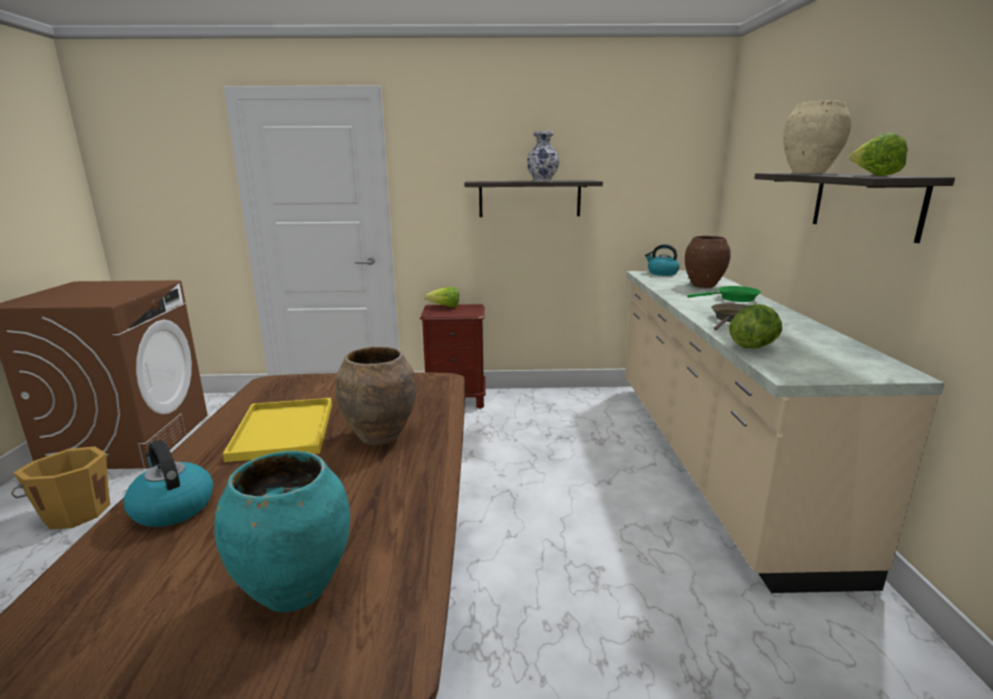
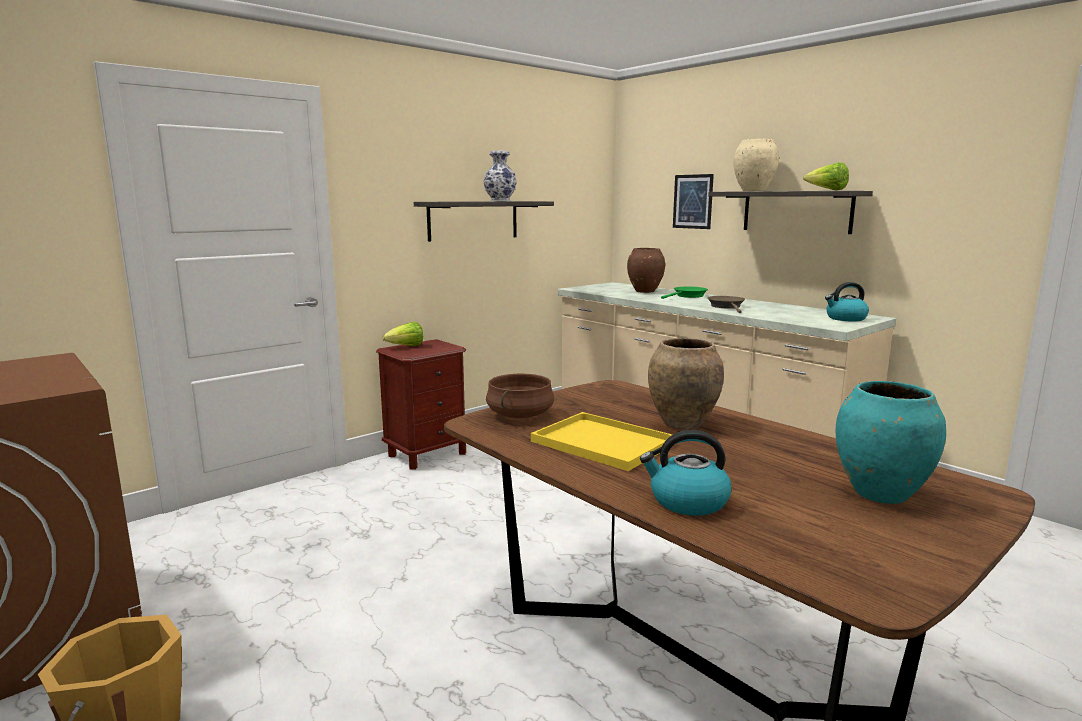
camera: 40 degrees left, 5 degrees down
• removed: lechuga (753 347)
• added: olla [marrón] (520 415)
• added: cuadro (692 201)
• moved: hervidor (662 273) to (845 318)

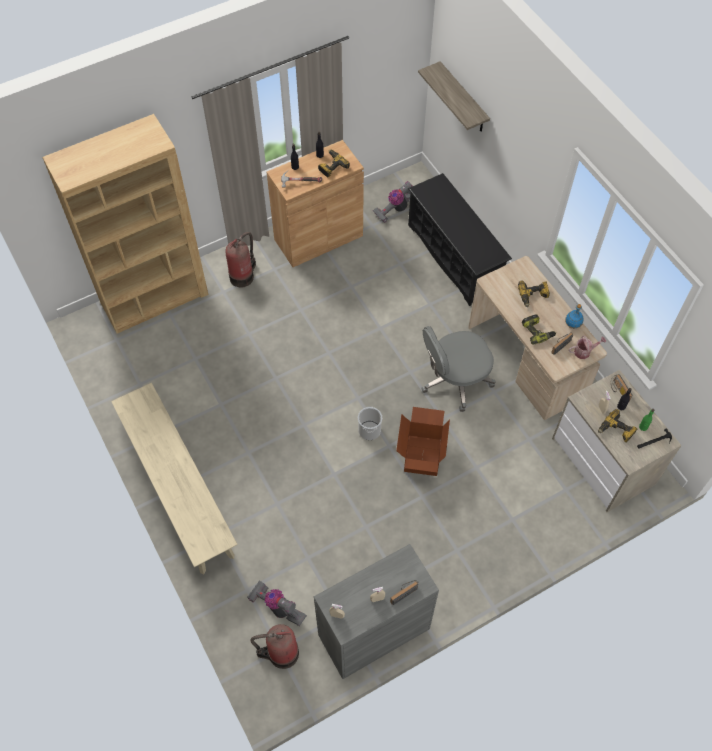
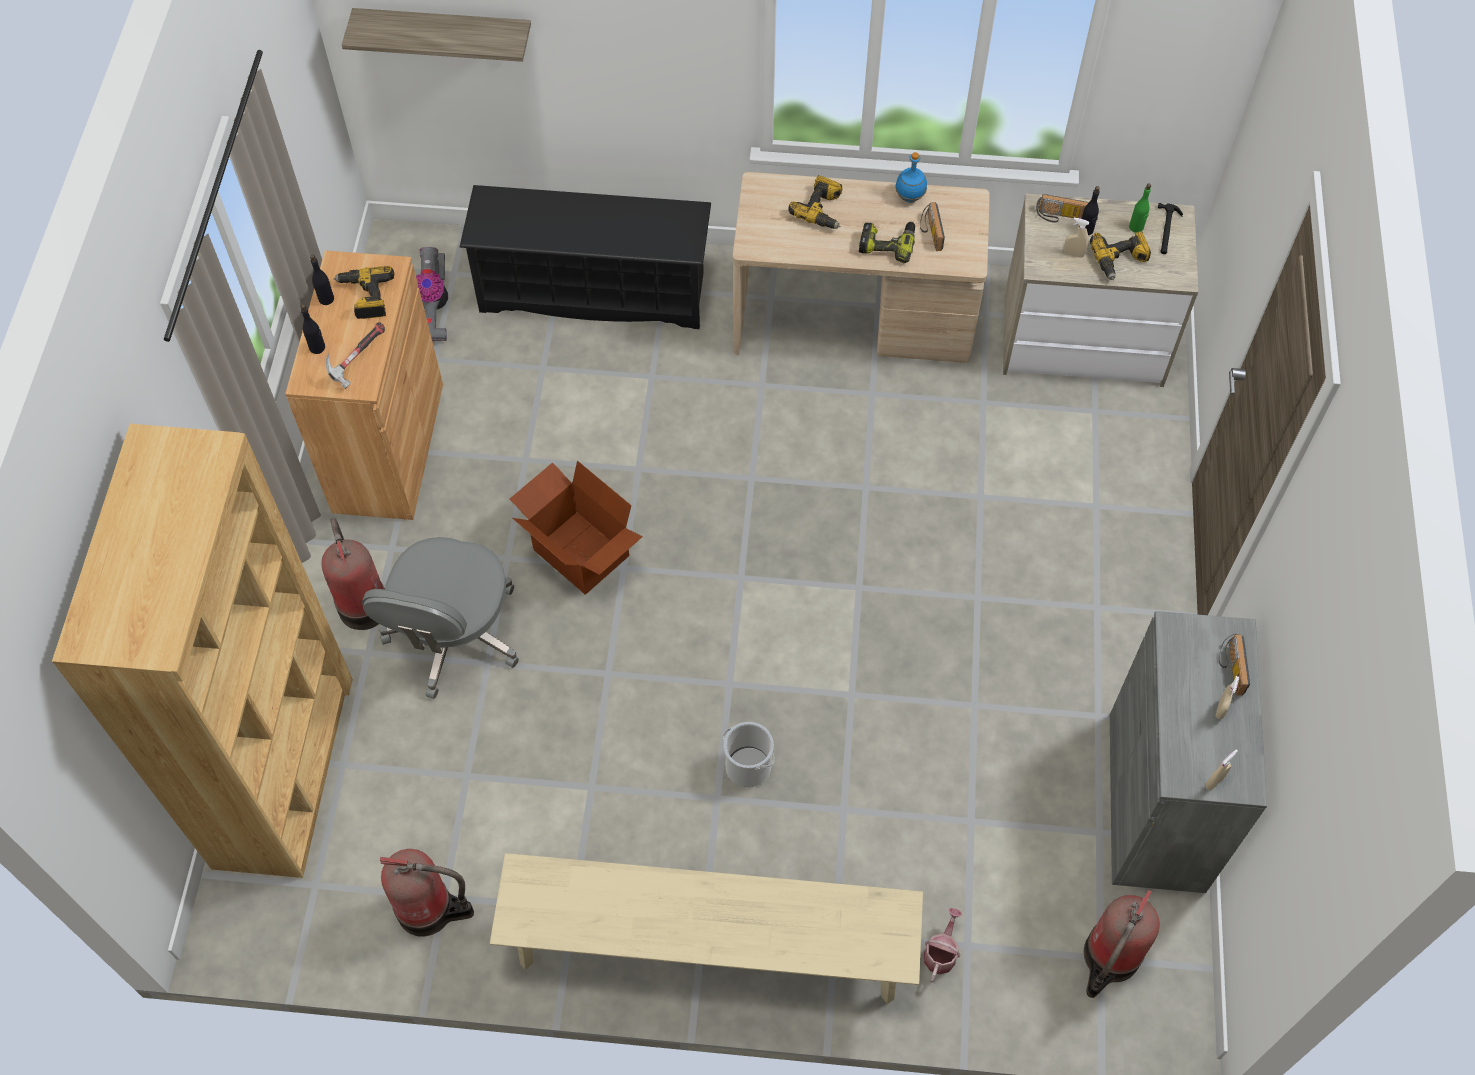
camera: 55 degrees left, 0 degrees up
• removed: aspiradora (277 607)
• added: extintor (430 909)
• moved: cubo (369 430) to (748 766)
• moved: caja de cartón (421 455) to (579 554)
• moved: silla de oficina [gris] (455 380) to (453 636)
• moved: regadera (584 351) to (941 953)

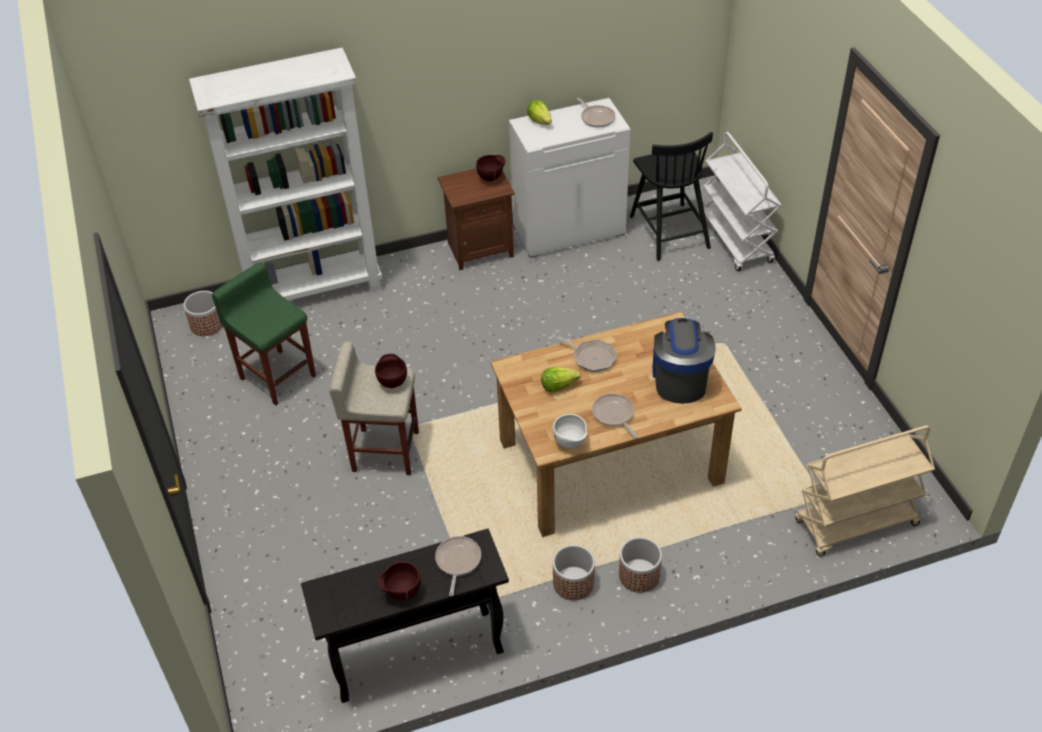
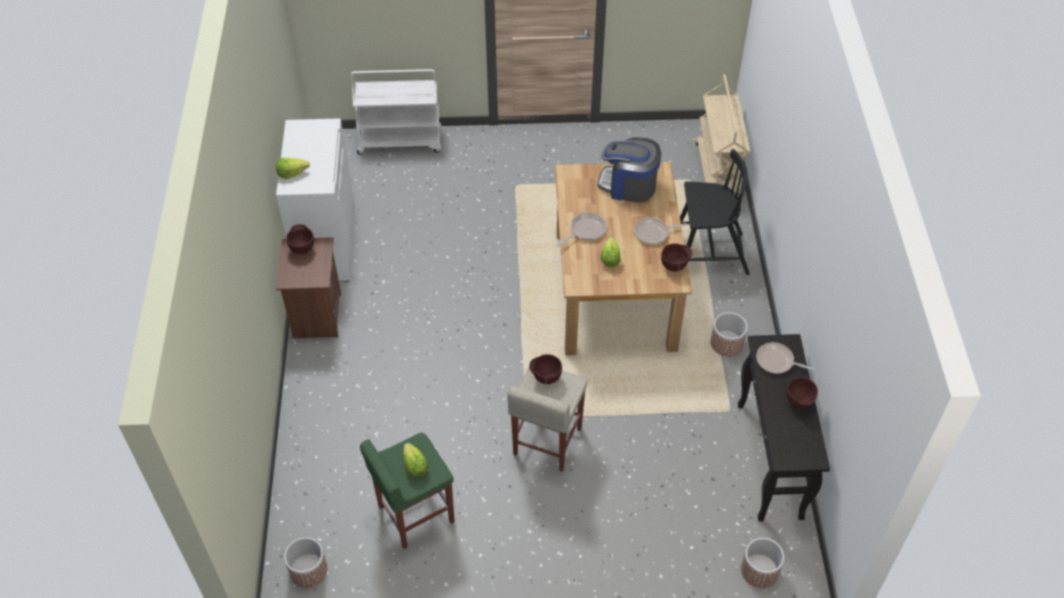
camera: 75 degrees left, 5 degrees up
• removed: estantería [blanco] (315 289)
• removed: sartén (596 118)
• added: lechuga (415 466)
• moved: maceta (638 575) to (759 571)
• moved: silla [negro] (669 231) to (708 254)
• recoloured: cuenco [blanco] (570 444) to cuenco [marrón] (675 266)

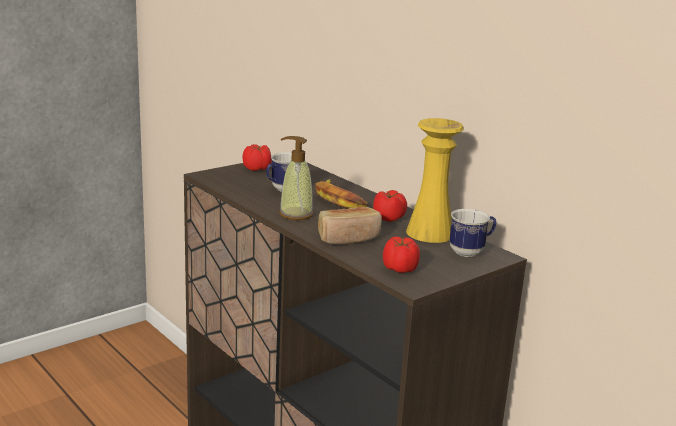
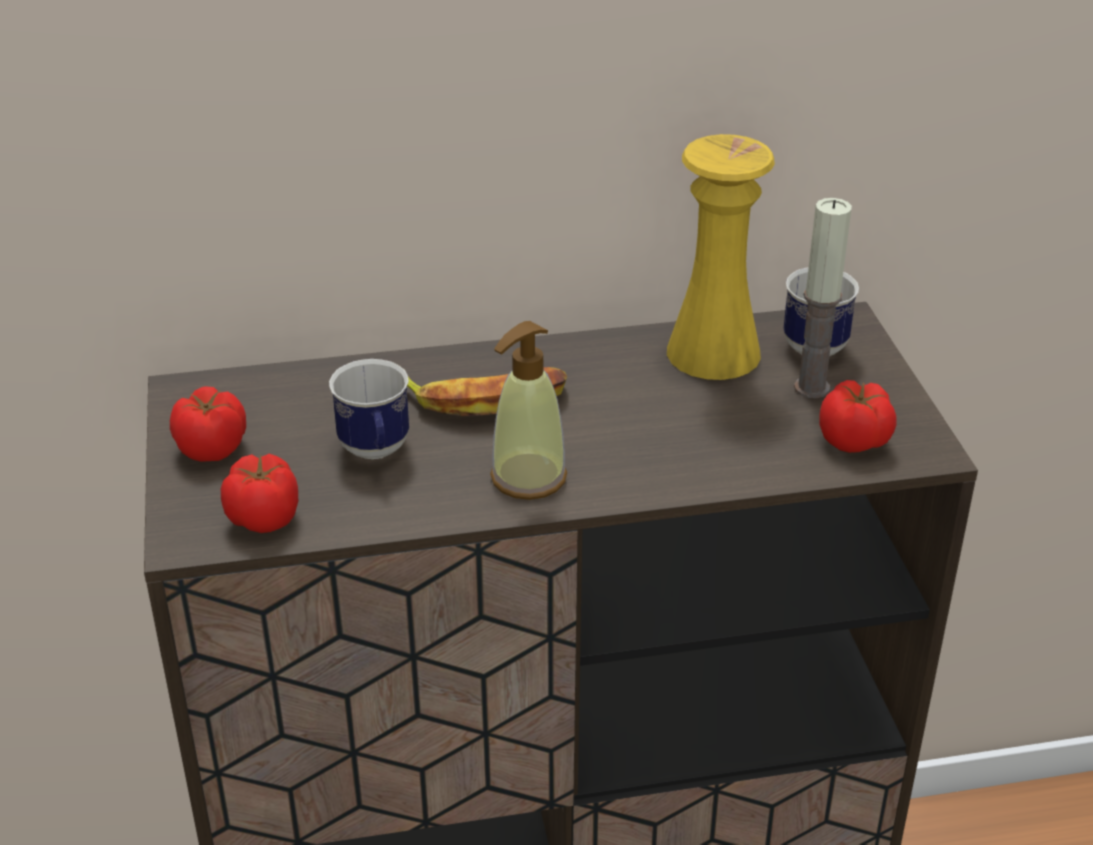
camera: 60 degrees left, 15 degrees up
• removed: pan (349 238)
• added: vela (812 388)
• moved: tomate (389 218) to (265 517)

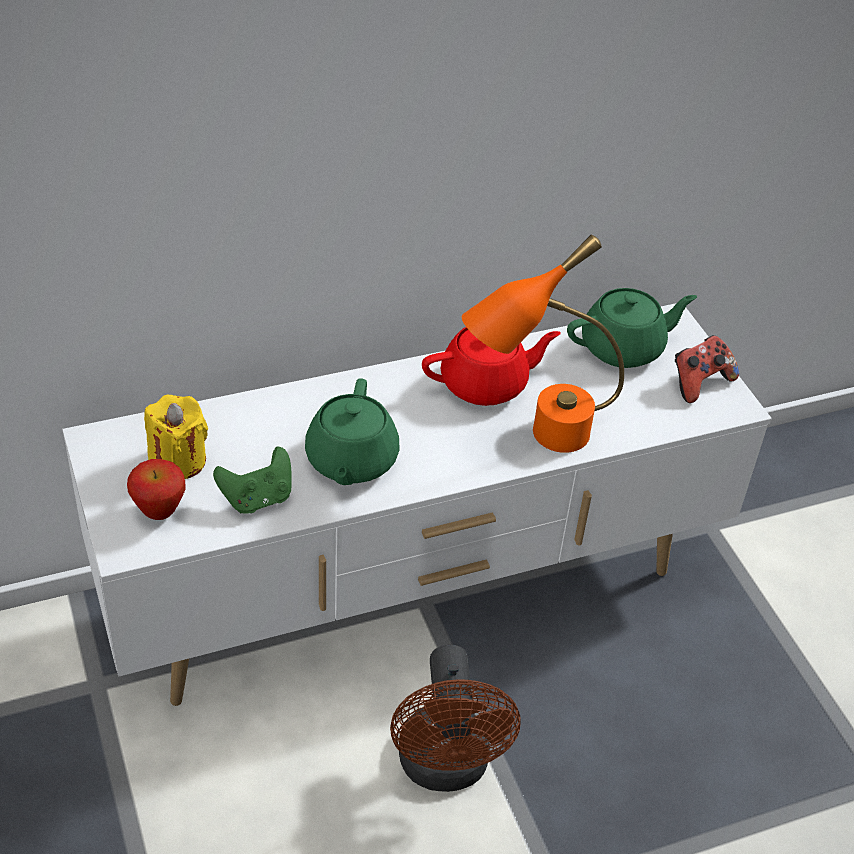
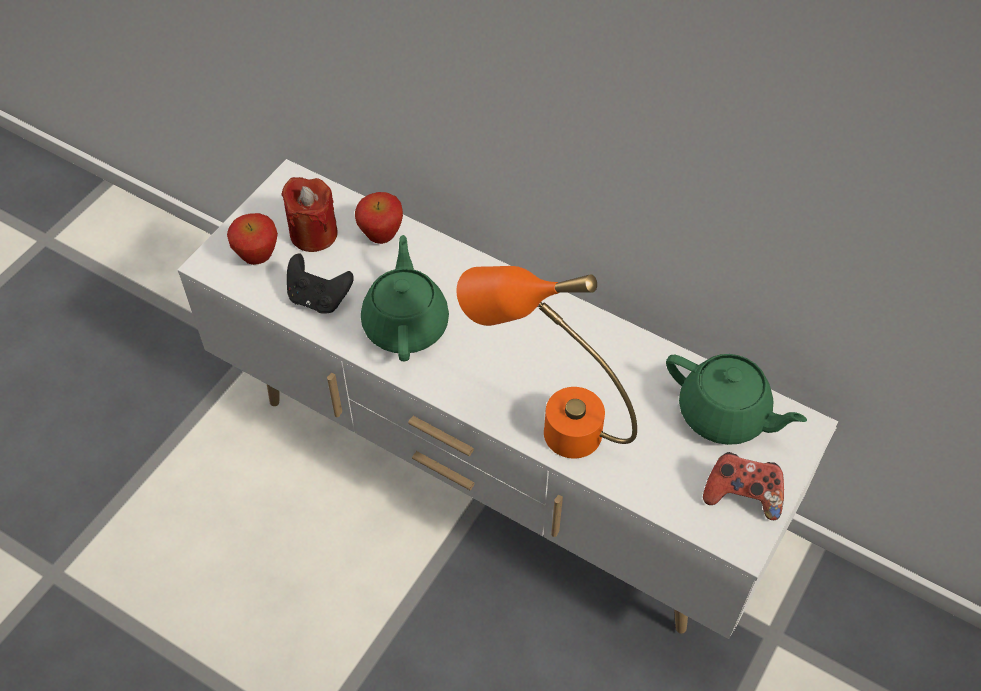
camera: 55 degrees right, 10 degrees up
• removed: ventilador [marrón] (445 768)
• removed: tetera [rojo] (485 384)
• added: manzana (381 237)
• recoloured: vela [amarillo] (178 460) to vela [rojo] (313 234)
• recoloured: mando de consola [verde] (257 498) to mando de consola [negro] (319 298)
• turned: tetera [verde] (351 461) = (406 324) 120 degrees clockwise

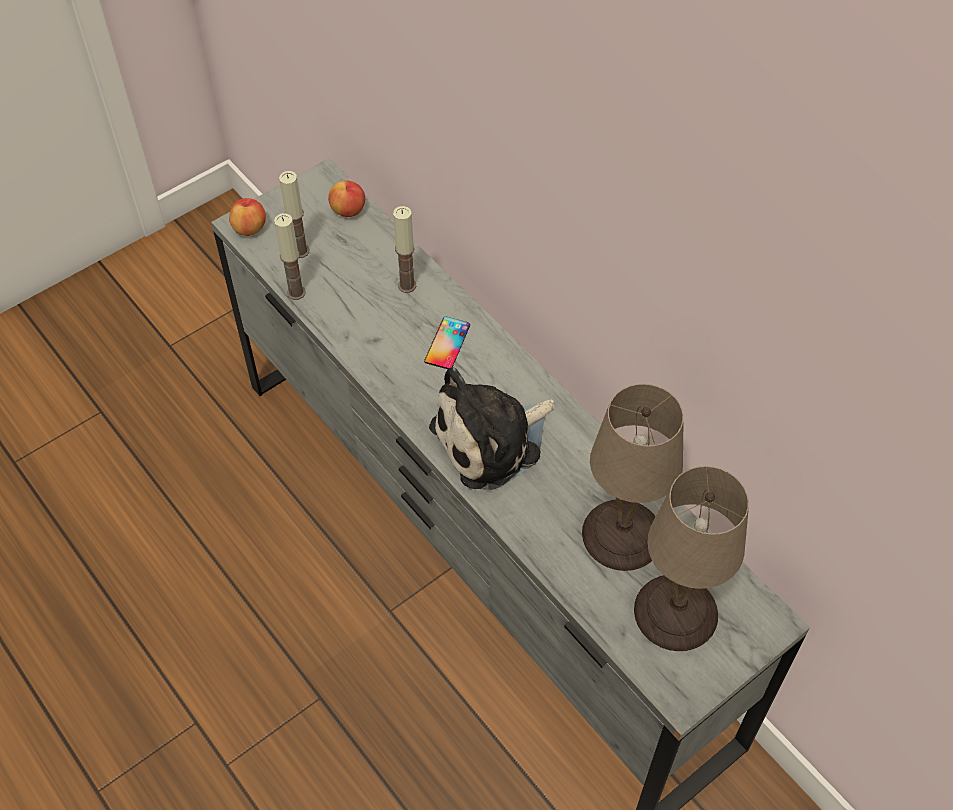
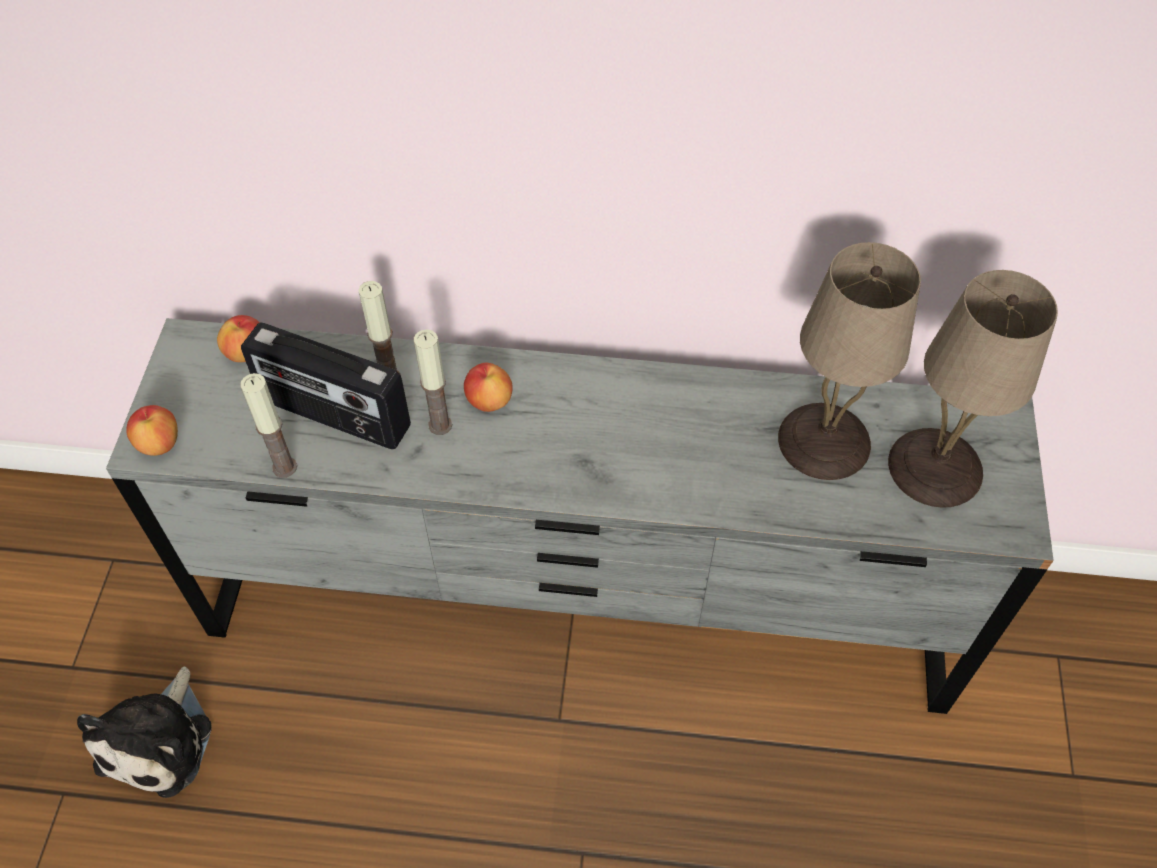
camera: 45 degrees left, 0 degrees up
• added: radio (334 415)
• moved: vela (300 251) to (440 425)
• moved: peluche (492 440) to (160 740)
• replaced: móvil (447 343) to manzana (489 400)

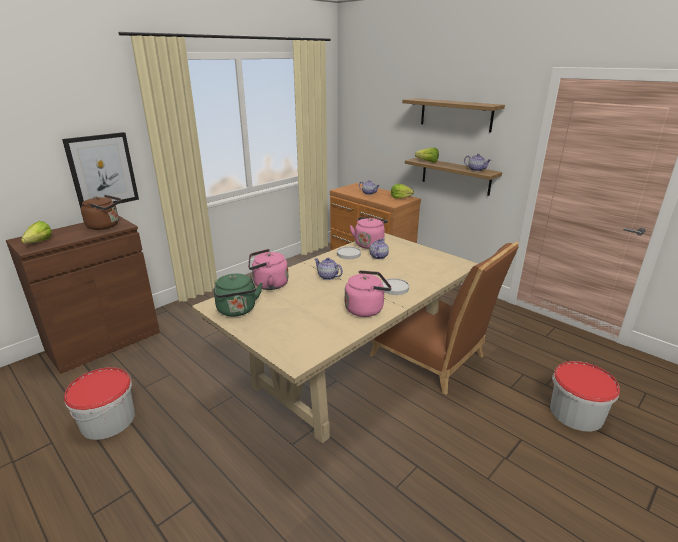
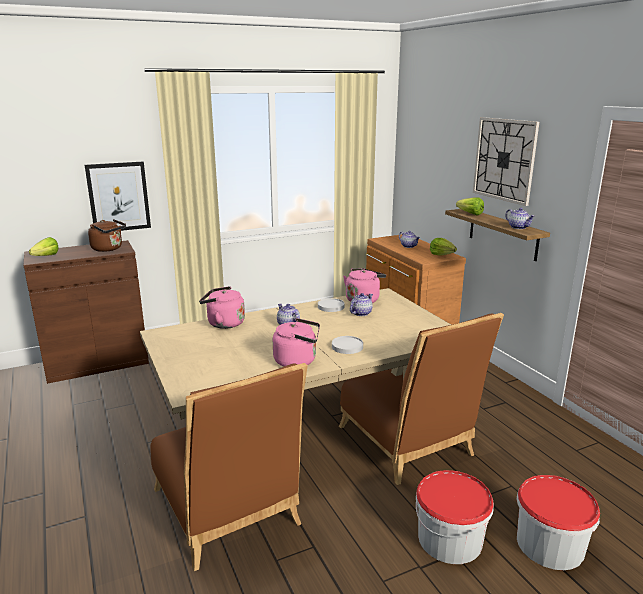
camera: 20 degrees right, 5 degrees down
• removed: hervidor [verde] (237 310)
• added: silla [marrón] (228 513)
• moved: cubo (108 420) to (450 538)
• replaced: estante (455 114) to reloj de pared (504 160)

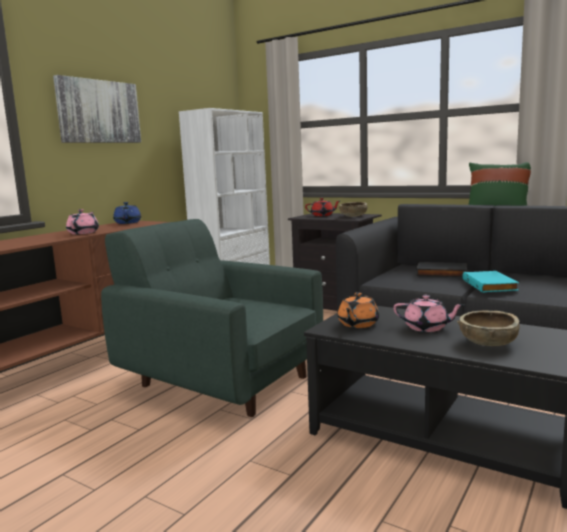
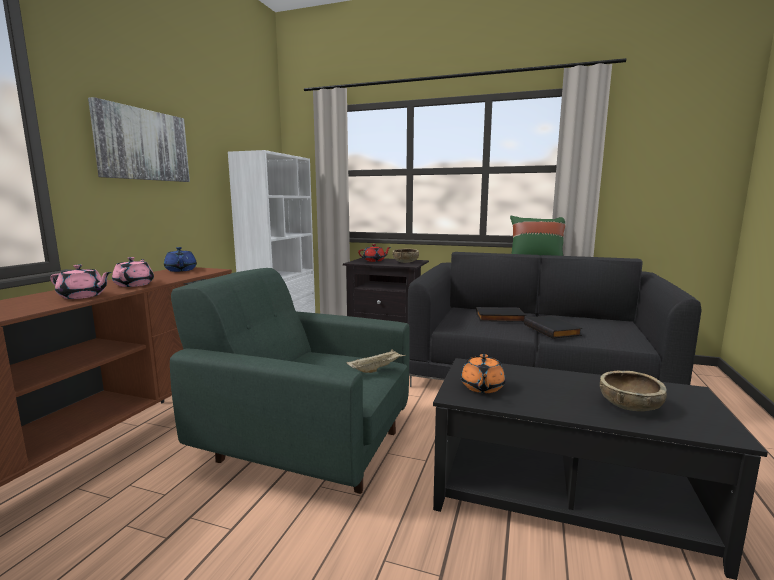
camera: 15 degrees left, 0 degrees up
• added: bandeja [beis] (376 369)
• moved: tetera [rosa] (426 327) to (83 296)
• recoloured: libro [turquesa] (490 285) to libro [negro] (552 330)

